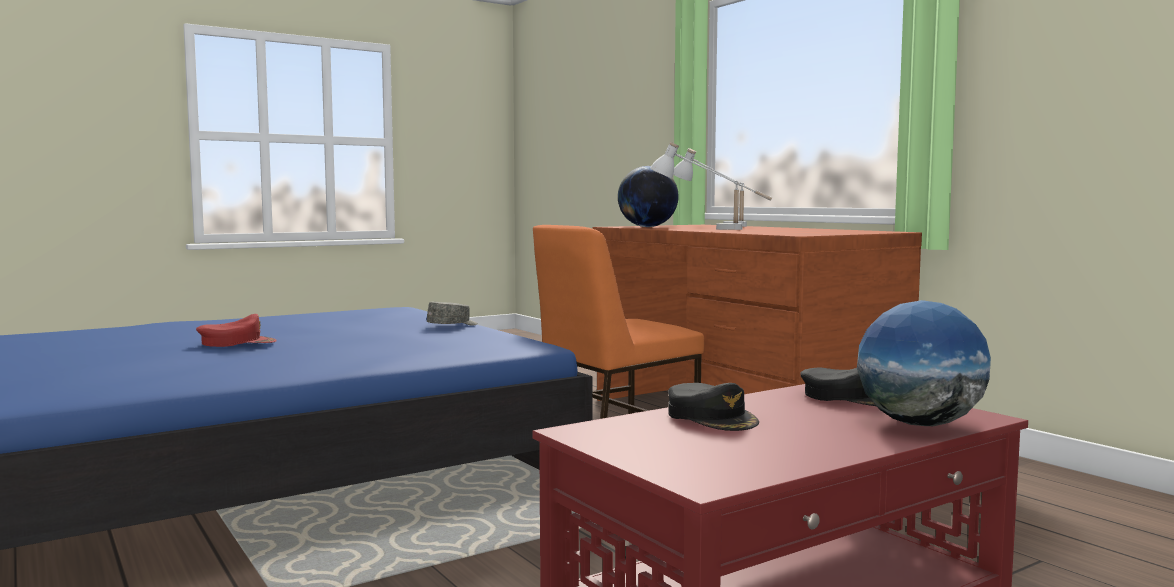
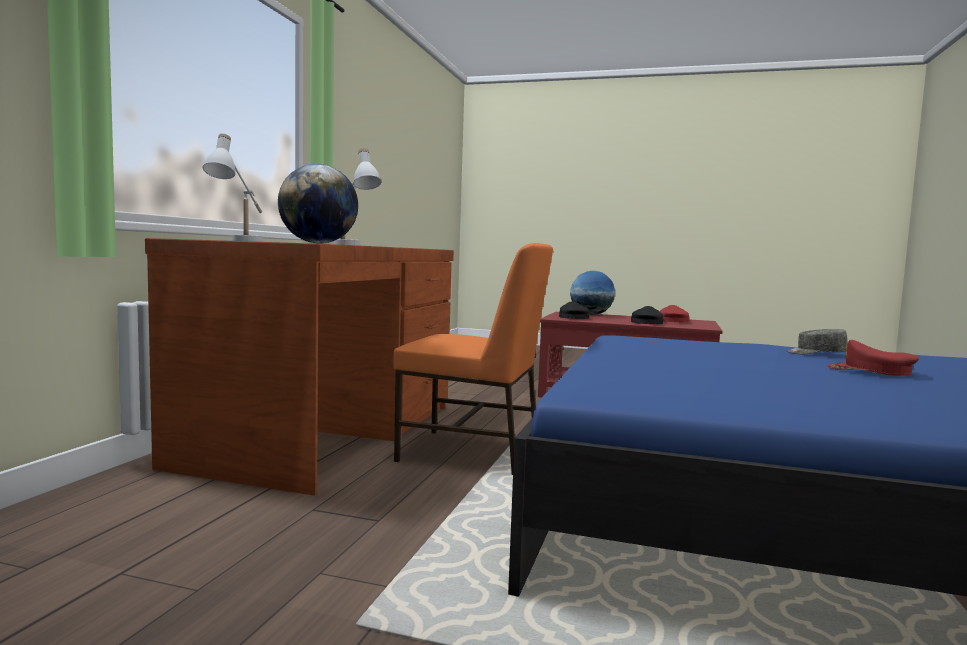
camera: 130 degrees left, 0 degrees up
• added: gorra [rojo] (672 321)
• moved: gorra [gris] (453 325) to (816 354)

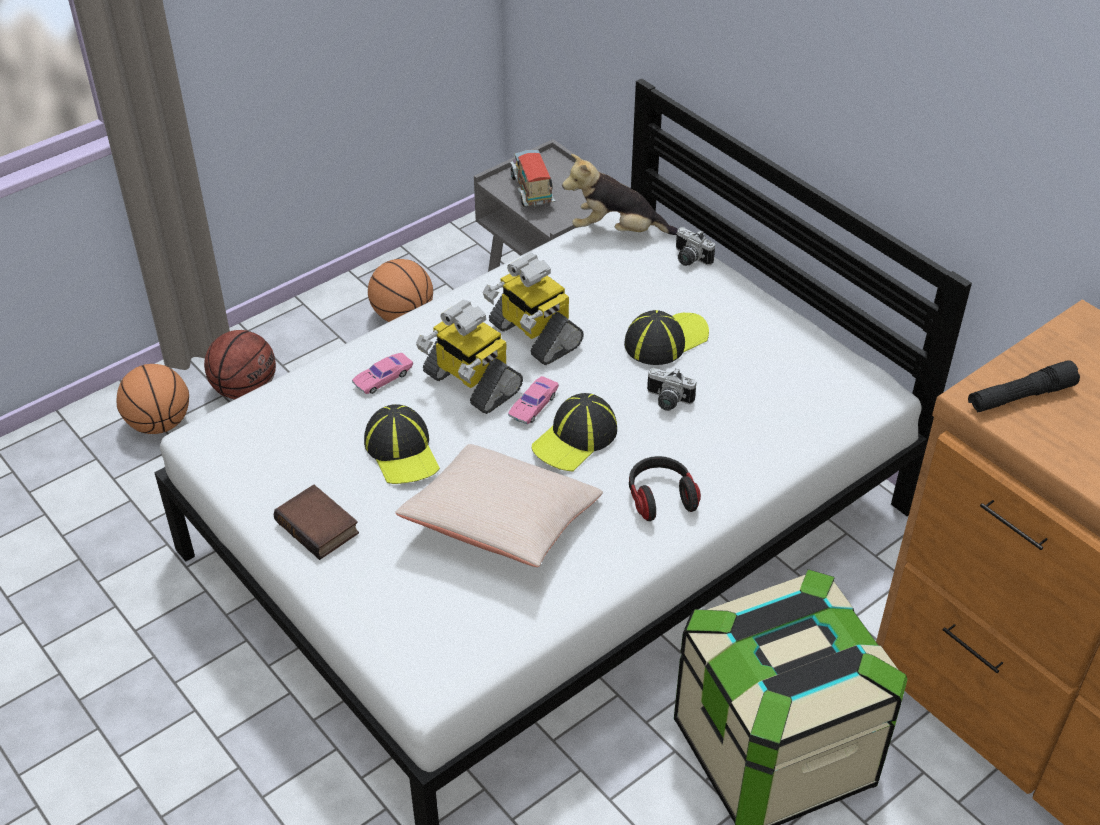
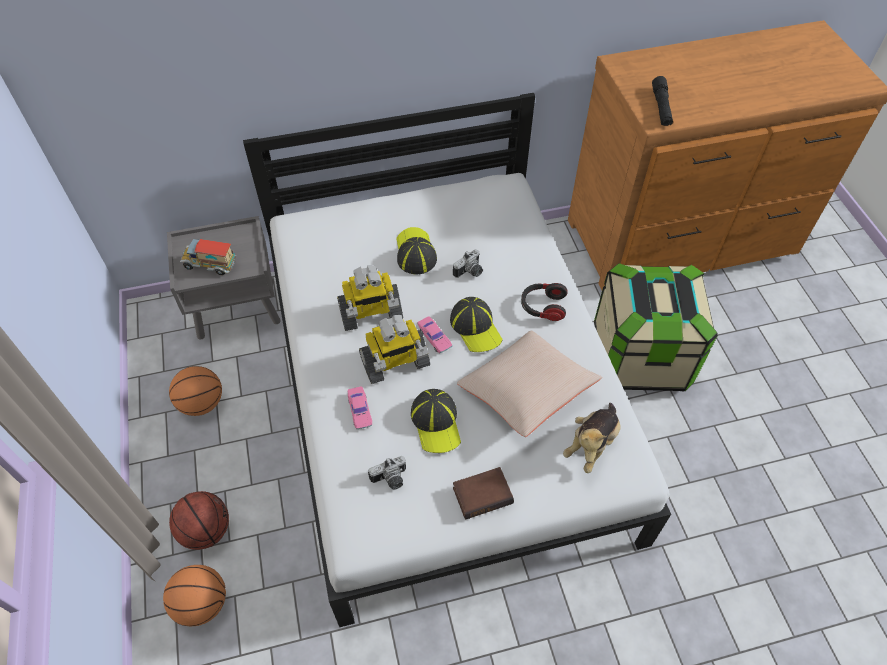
camera: 65 degrees left, 10 degrees up
• moved: peluche (617 231) to (591 444)
• moved: cámara (689 259) to (390 480)
• turned: gorra (402 451) = (436 423) 75 degrees clockwise

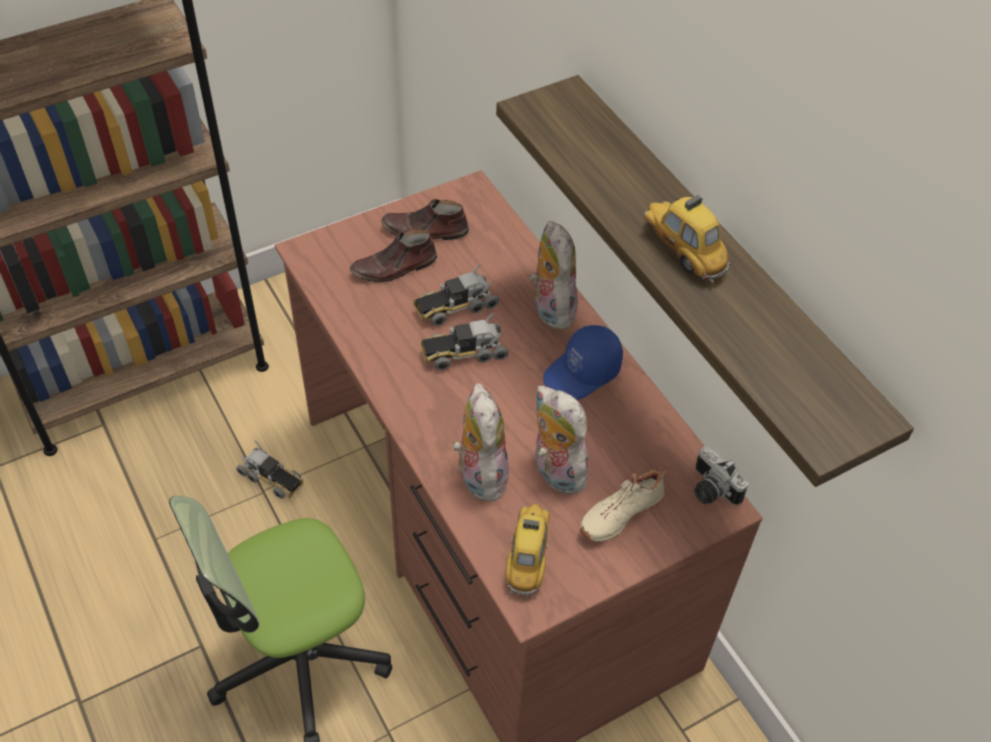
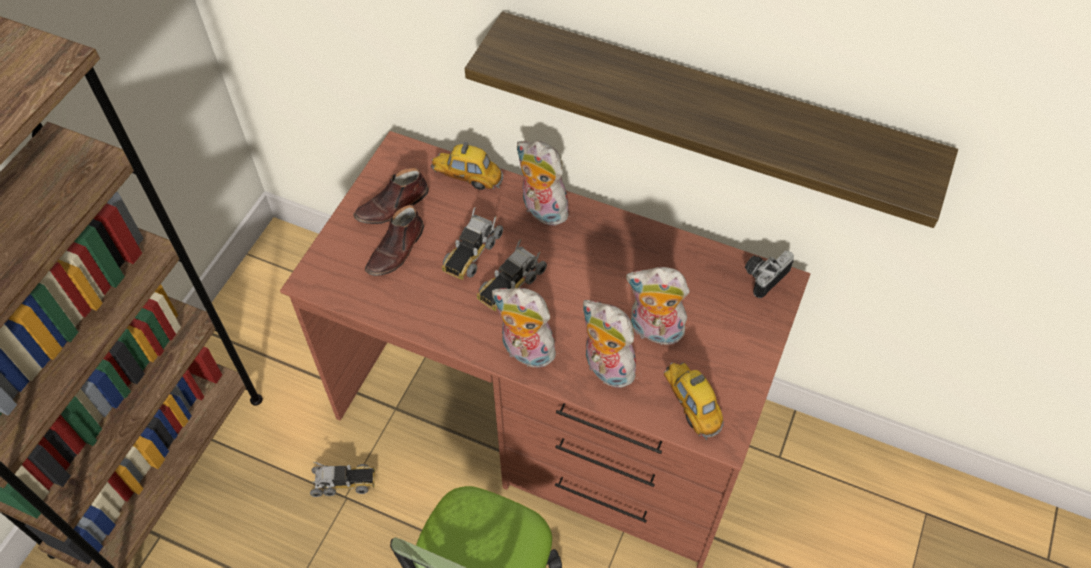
camera: 35 degrees left, 5 degrees up
• removed: gorra [azul] (582 373)
• removed: zapato [beis] (619 512)
• added: peluche (525 352)
• moved: coche de juguete (682 251) to (467 177)
• turned: cámara (710 490) = (763 276) 120 degrees clockwise

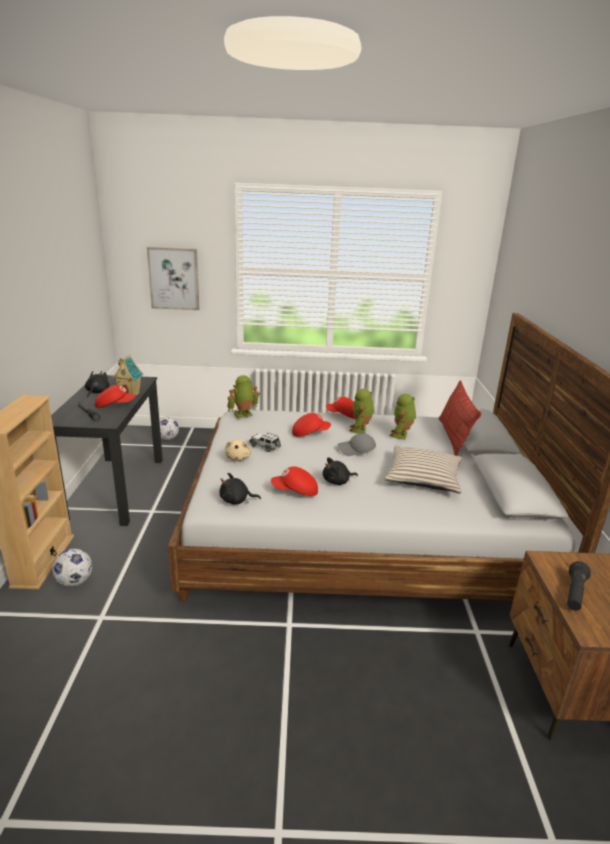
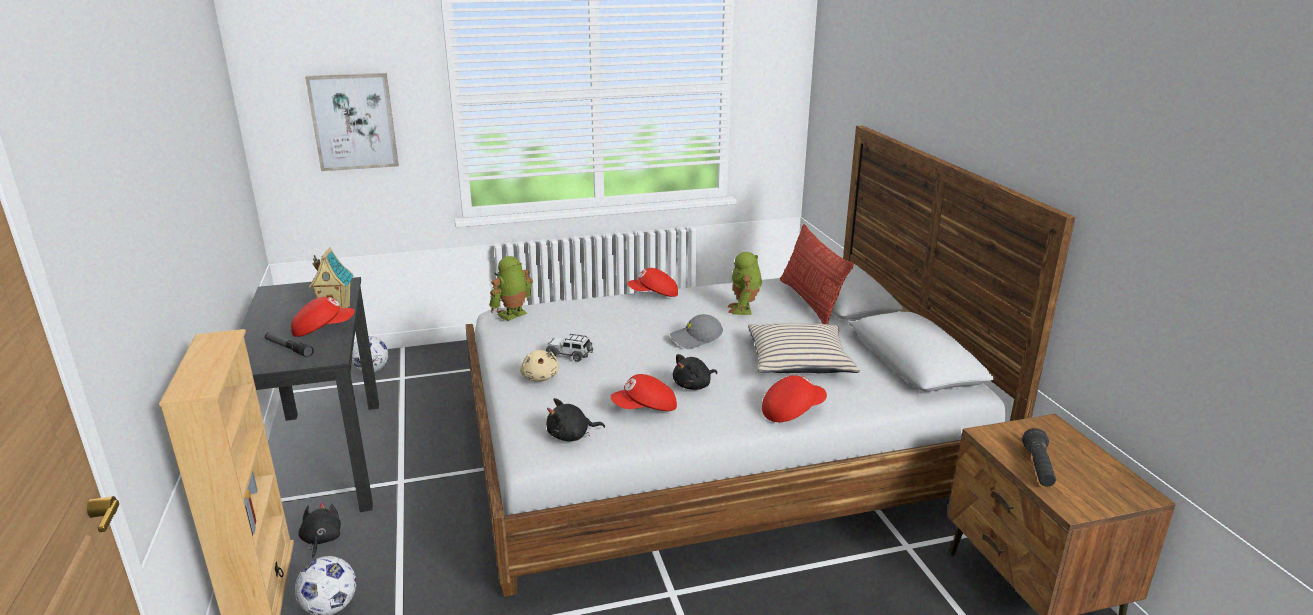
camera: 15 degrees left, 0 degrees up
• removed: robot de juguete (360 430)
• moved: peluche [negro] (97 392) to (321 540)
• moved: gorra [rojo] (310 433) to (792 411)

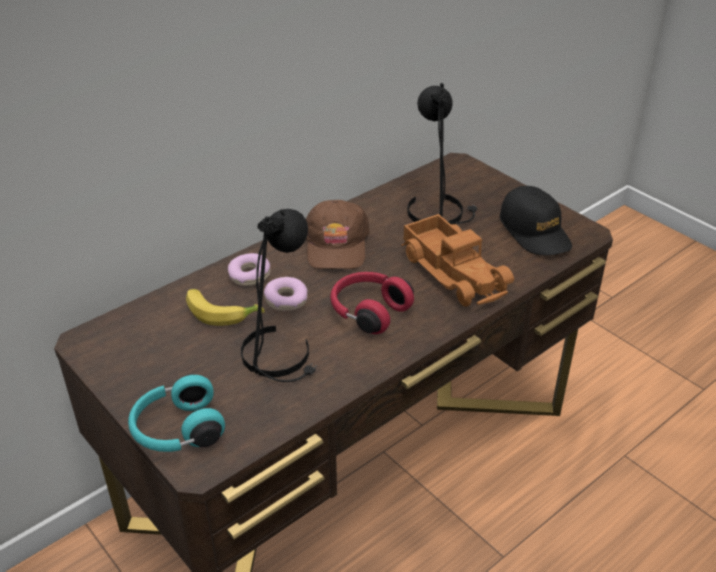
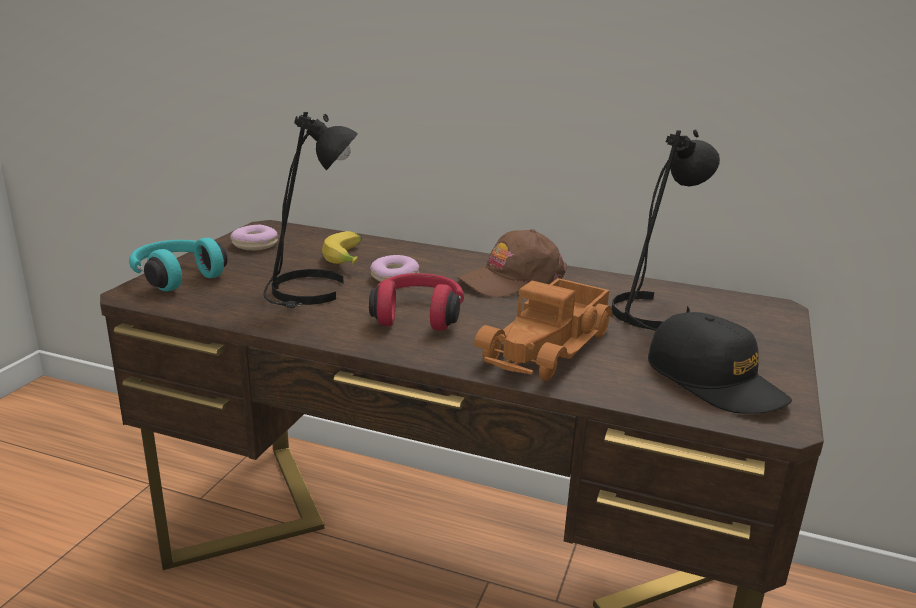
camera: 60 degrees right, 15 degrees down
• moved: rosquilla (249 275) to (255 245)
• turned: gorra [negro] (535 231) = (714 381) 75 degrees counterclockwise

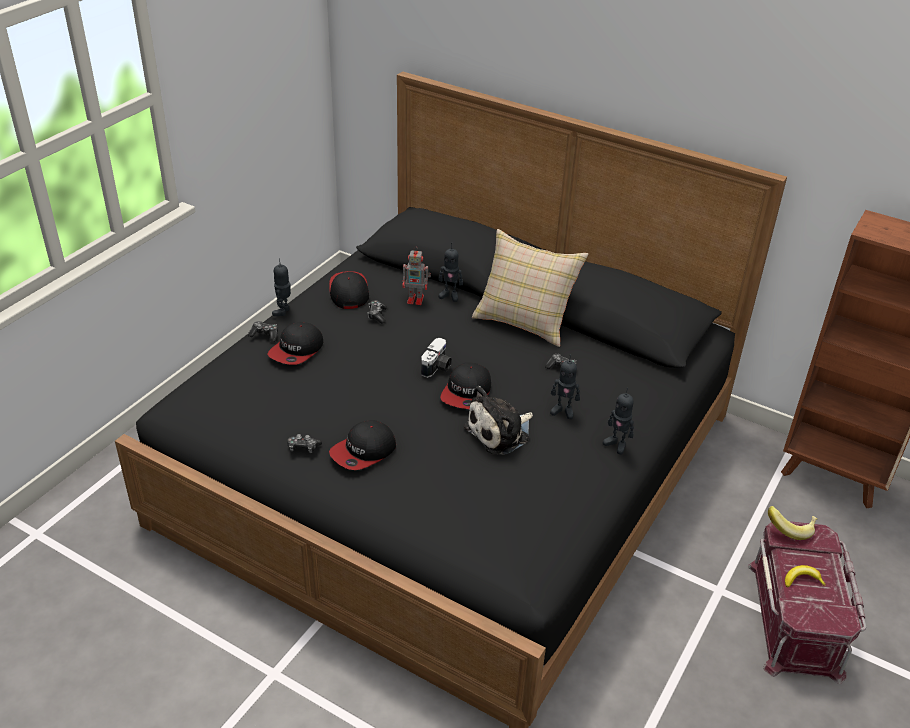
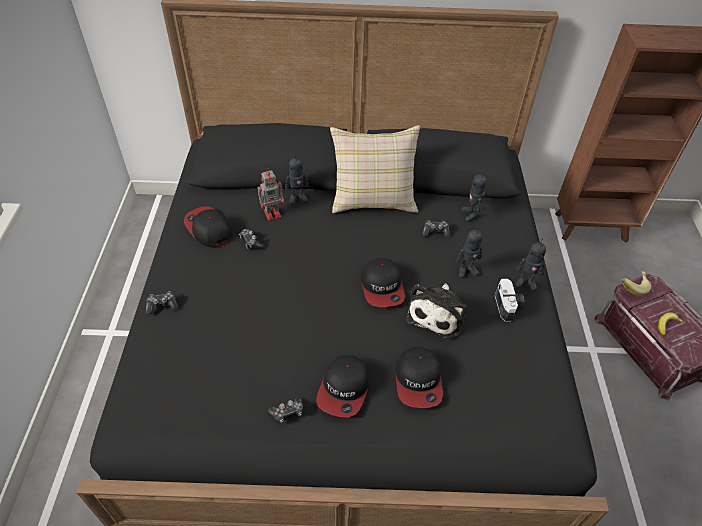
camera: 30 degrees left, 10 degrees up
• moved: gorra (297 350) to (418 381)
• moved: robot de juguete (283 311) to (470 214)
• moved: cámara (437 367) to (509 306)

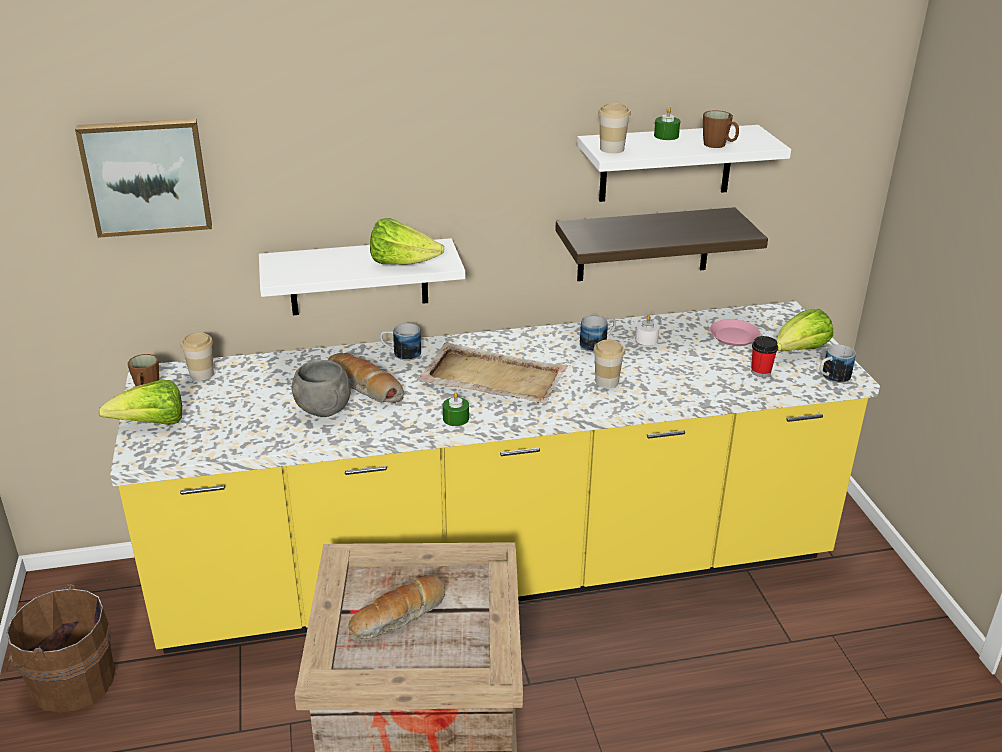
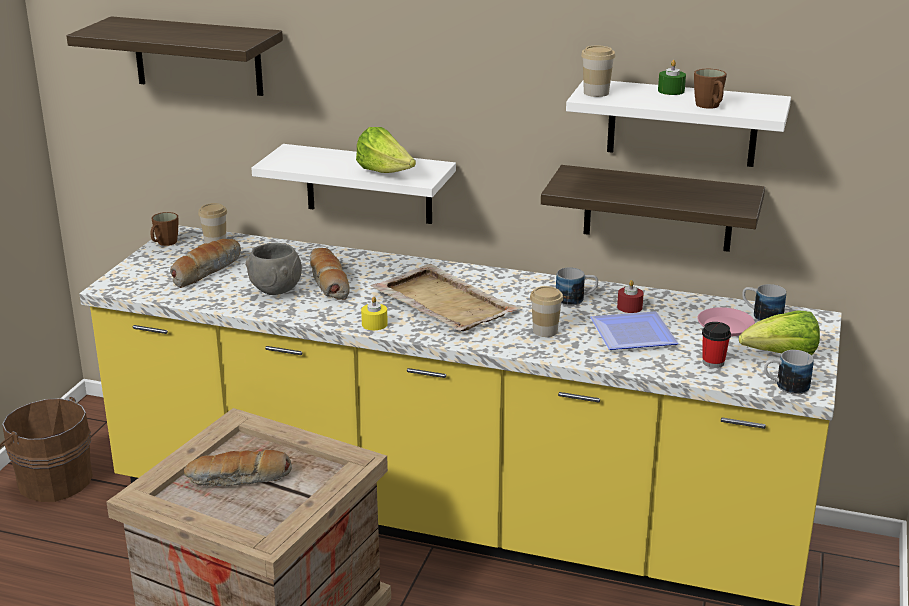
camera: 30 degrees right, 5 degrees down
• removed: lechuga (152 424)
• added: pan (206 270)
• added: plato (631 336)
• moved: taza grande (401 354) to (761 316)
• replaced: cuadro (146 176) to estante (198 56)
• recoloured: vela [verde] (456 418) to vela [amarillo] (374 324)
• recoloured: vela [blanco] (646 339) to vela [rojo] (629 307)

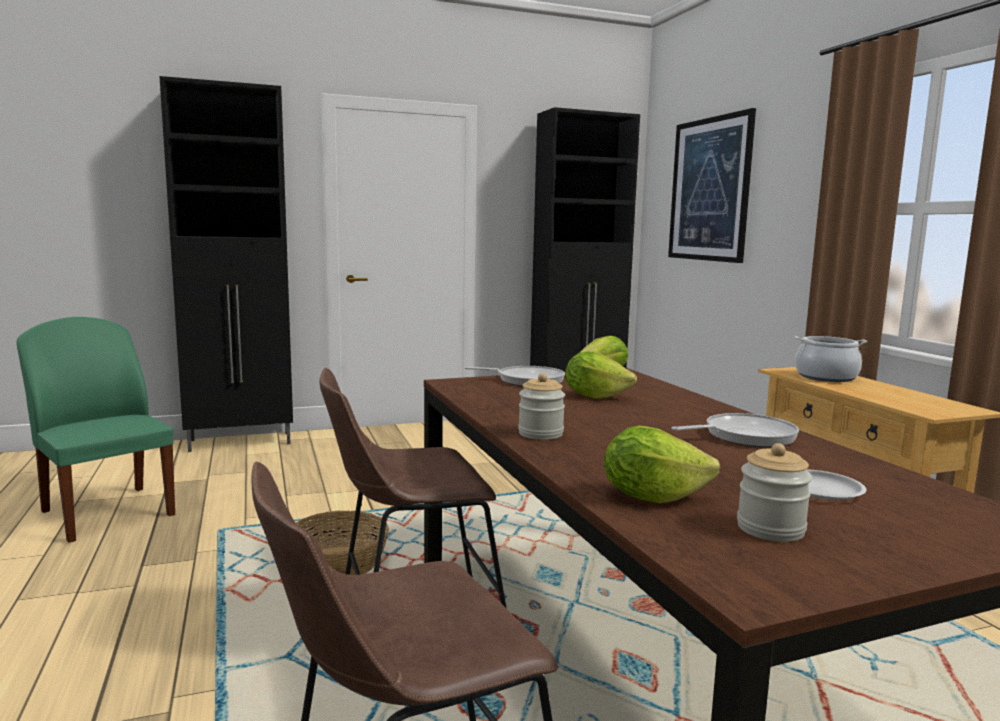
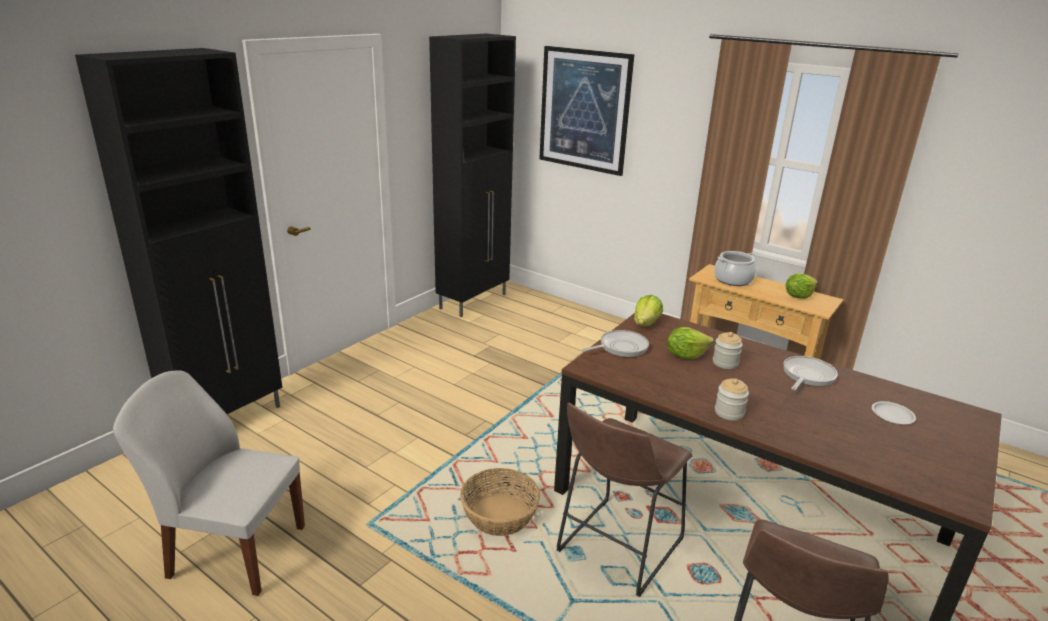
camera: 35 degrees left, 15 degrees up
• moved: lechuga (652 497) to (798 296)
• moved: tarro (770 529) to (725 363)
• recoloured: silla [verde] (107 512) to silla [blanco] (234 550)

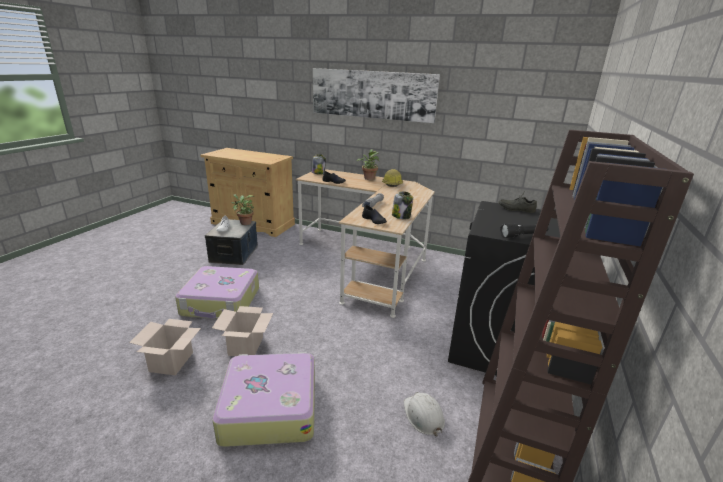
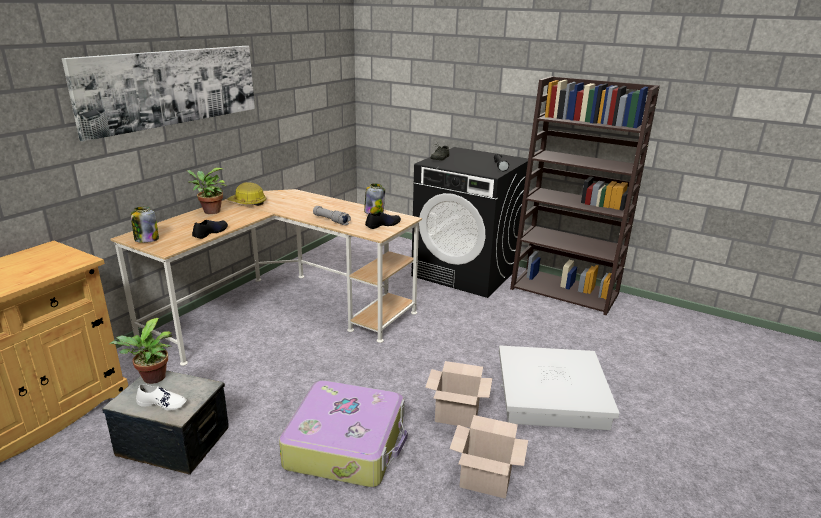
camera: 80 degrees left, 0 degrees up
• removed: casco [blanco] (423 416)
• replaced: maleta (269 407) to caja de almacenaje [blanco] (551 395)

